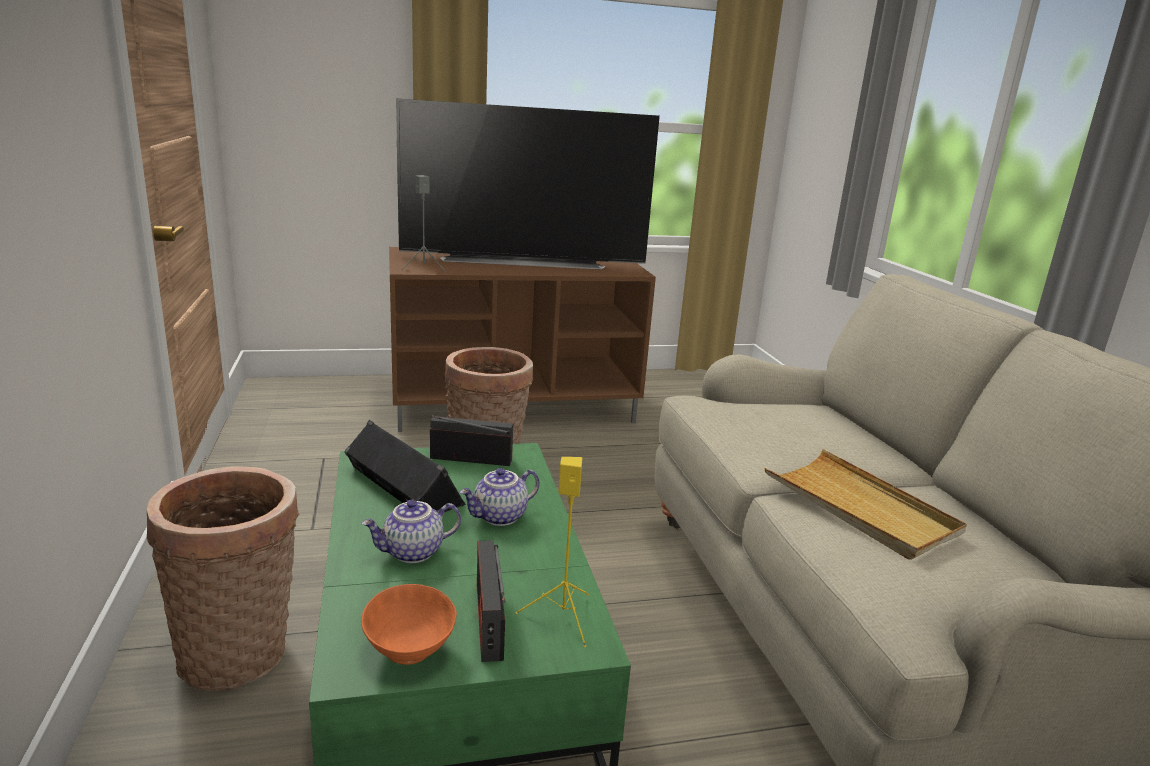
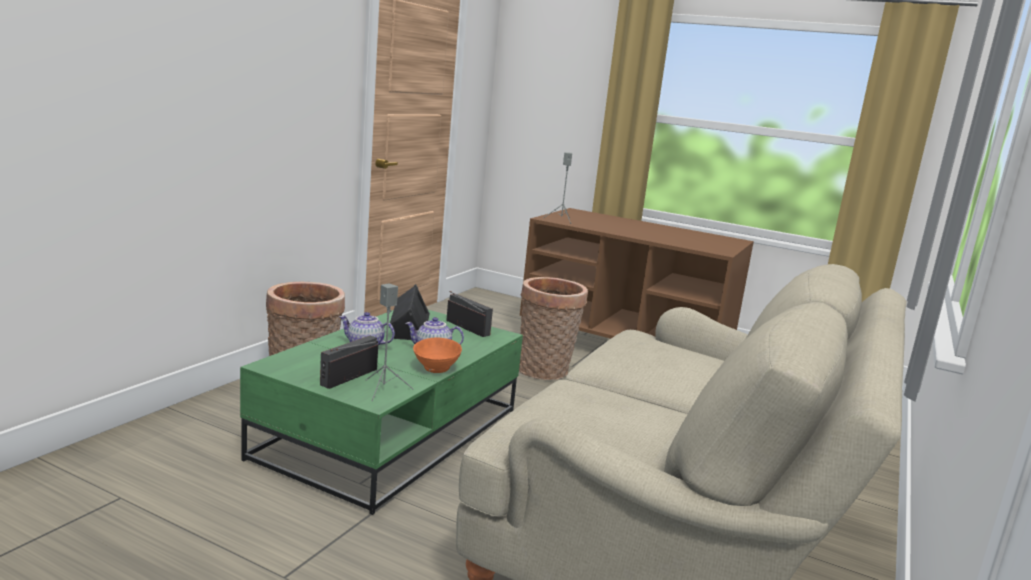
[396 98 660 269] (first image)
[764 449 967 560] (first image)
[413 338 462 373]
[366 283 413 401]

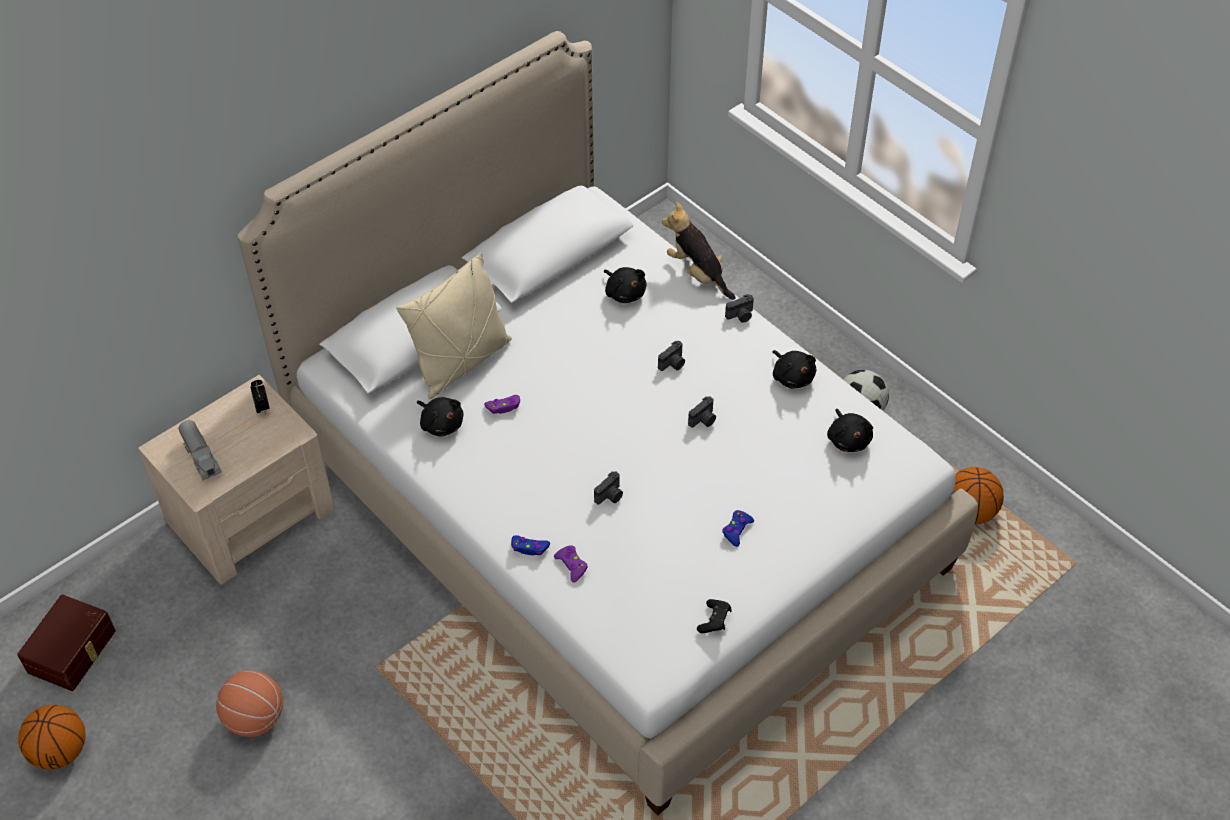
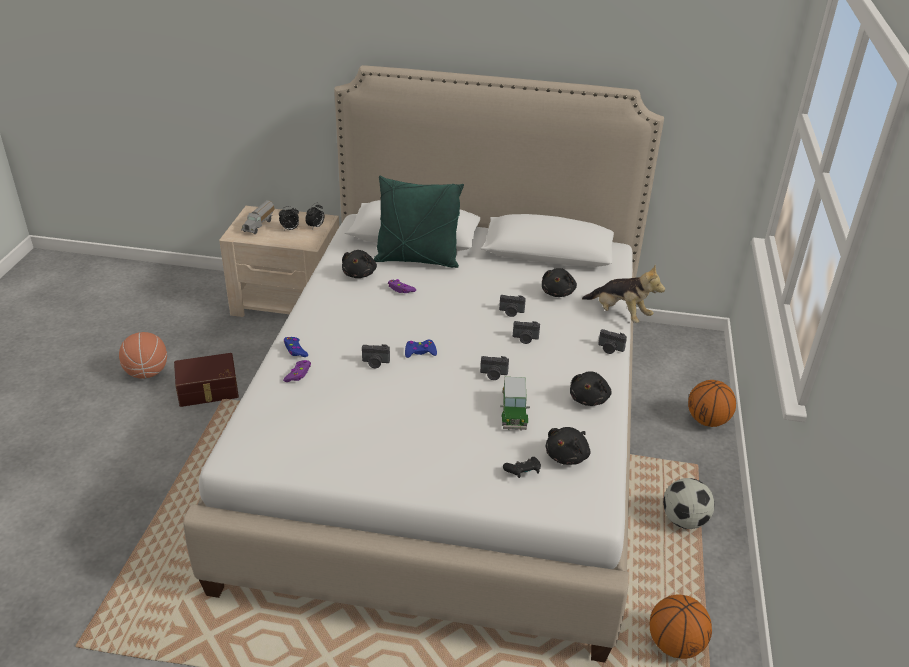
[279 206 299 230]
[499 295 526 317]
[500 377 530 431]
[174 353 239 407]
[688 380 736 427]
[503 457 541 478]
[405 340 437 358]
[374 176 464 268]
[582 264 665 323]

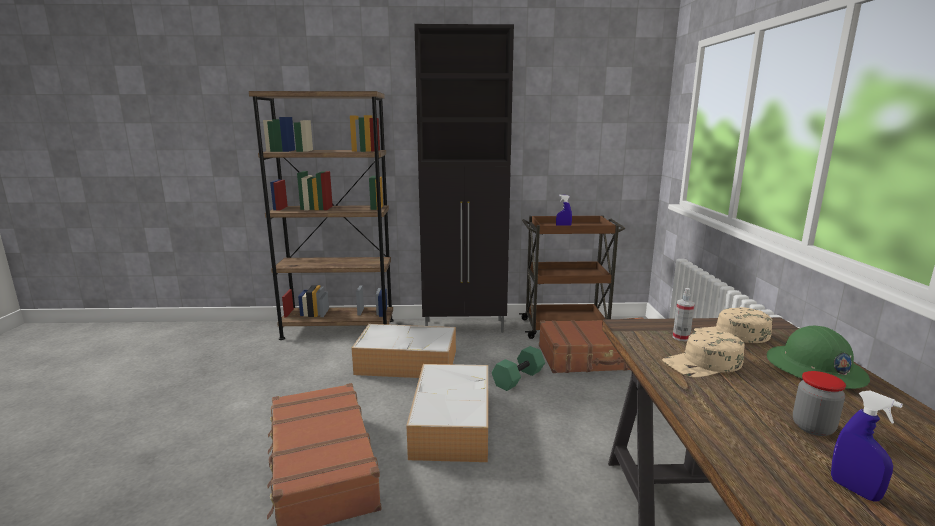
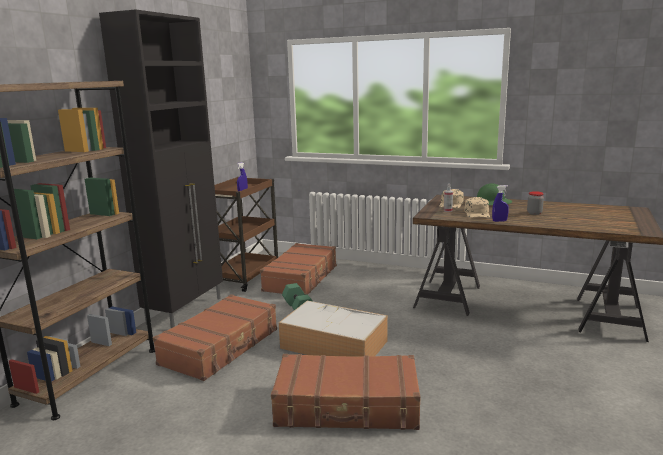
[492 185 509 222]
[153 294 277 381]

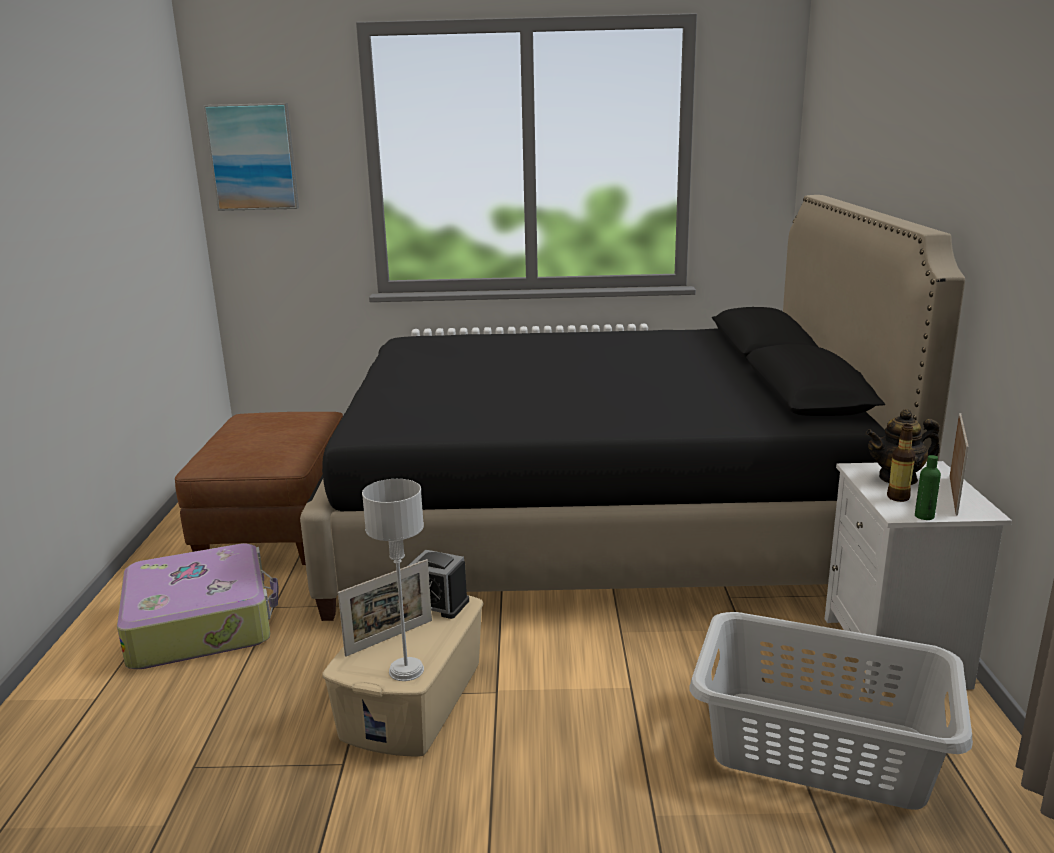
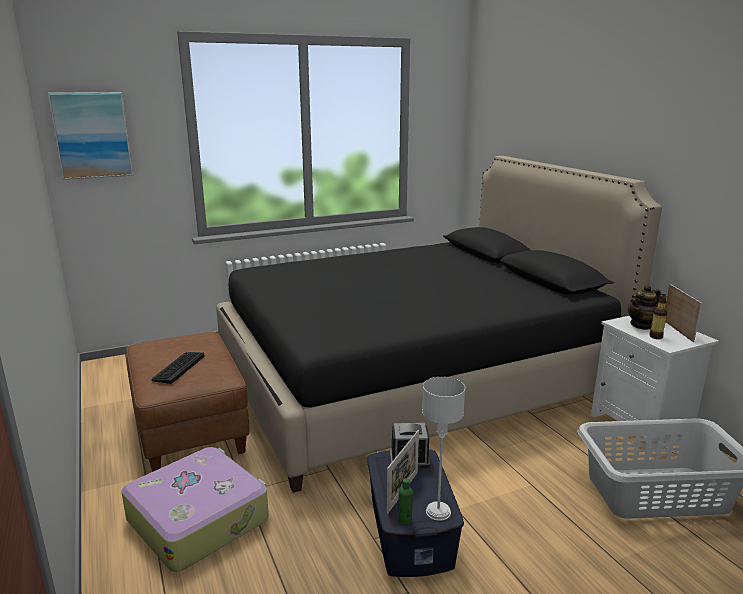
[152 352 205 384]
[398 478 413 525]
[367 449 464 577]

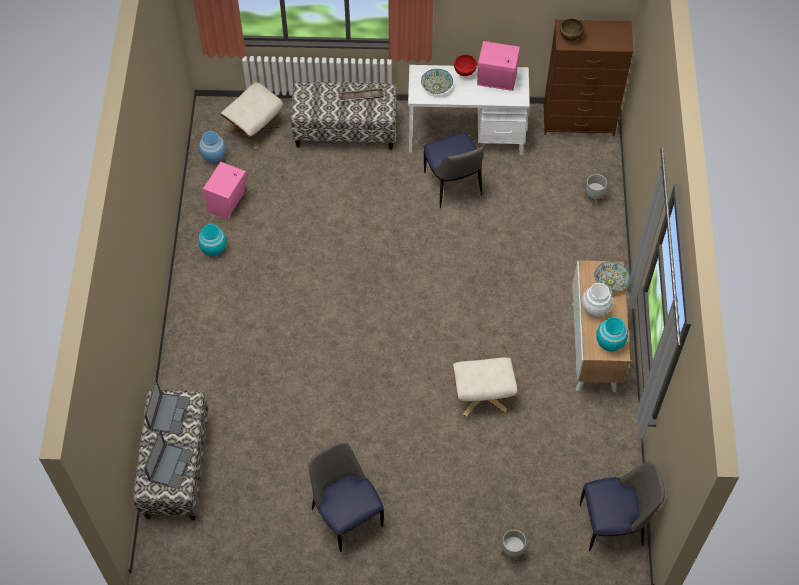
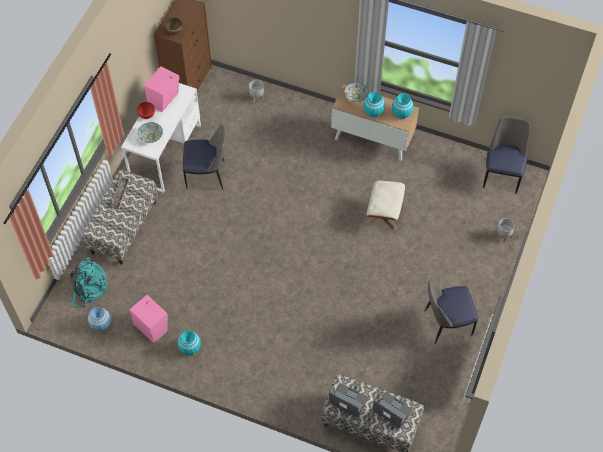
[69 257 108 307]
[363 92 385 118]

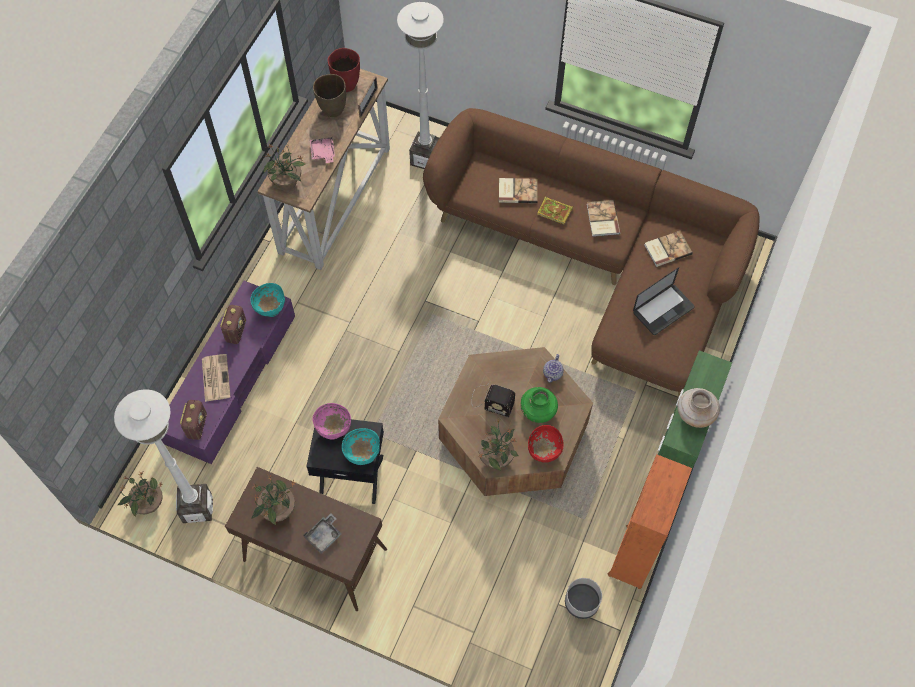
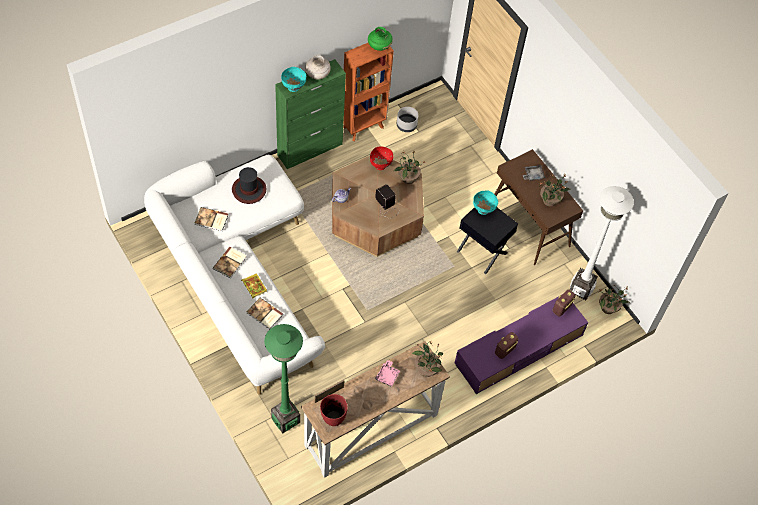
[202 354 230 402] (first image)
[312 403 351 440] (first image)
[313 74 346 117] (first image)
[281 67 306 92]
[368 27 393 51]
[232 167 266 204]
[264 324 303 433]
[144 155 325 395]

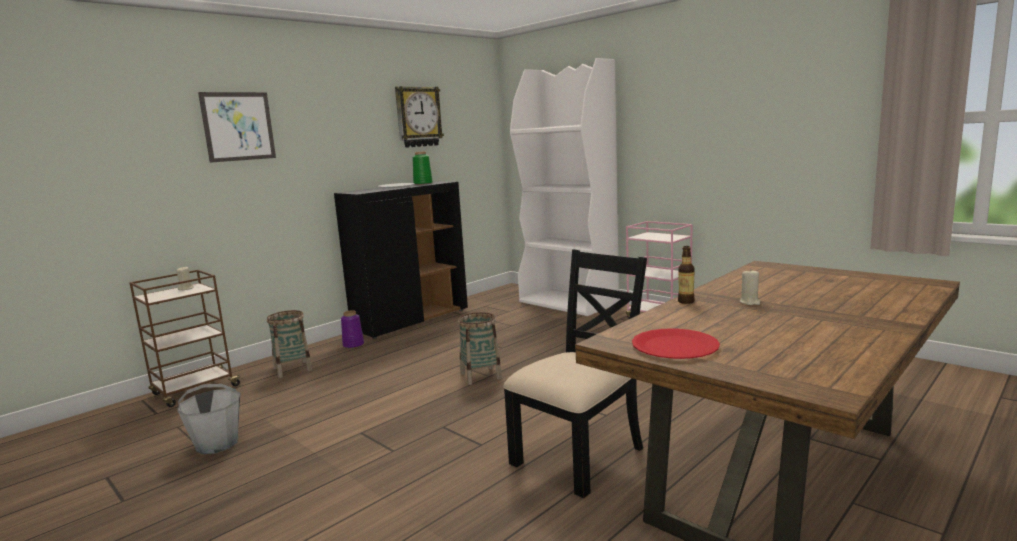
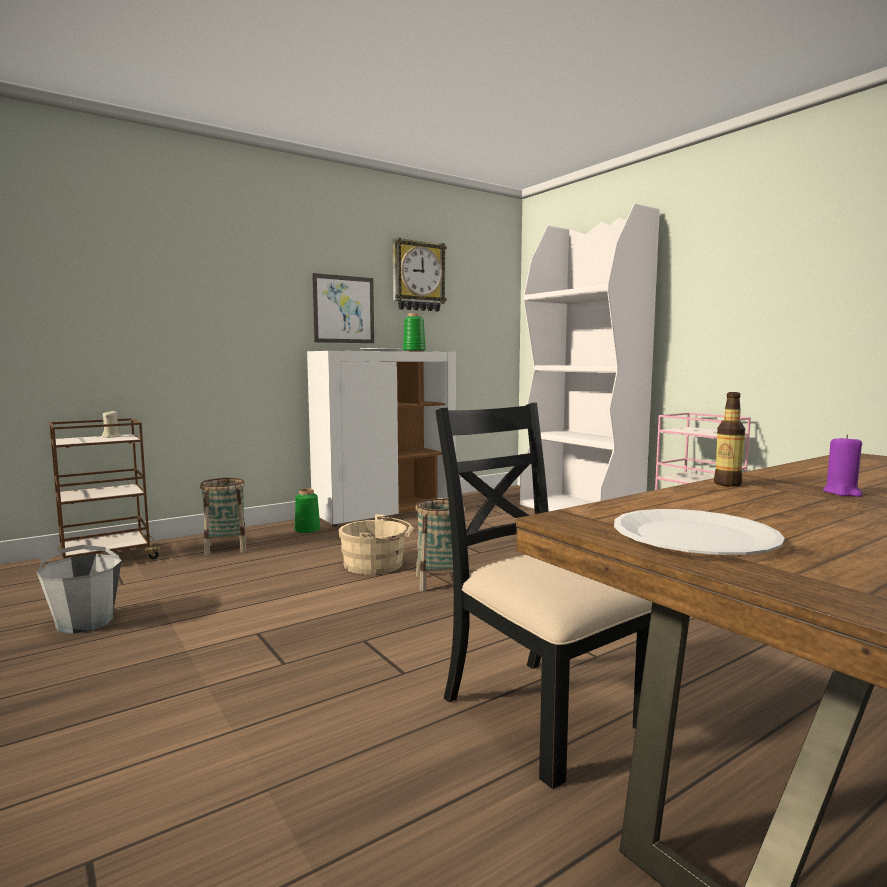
[338 514 414 575]
[312 273 374 343]
[307 351 456 527]
[295 489 320 533]
[614 509 785 555]
[823 434 862 497]
[435 403 652 789]

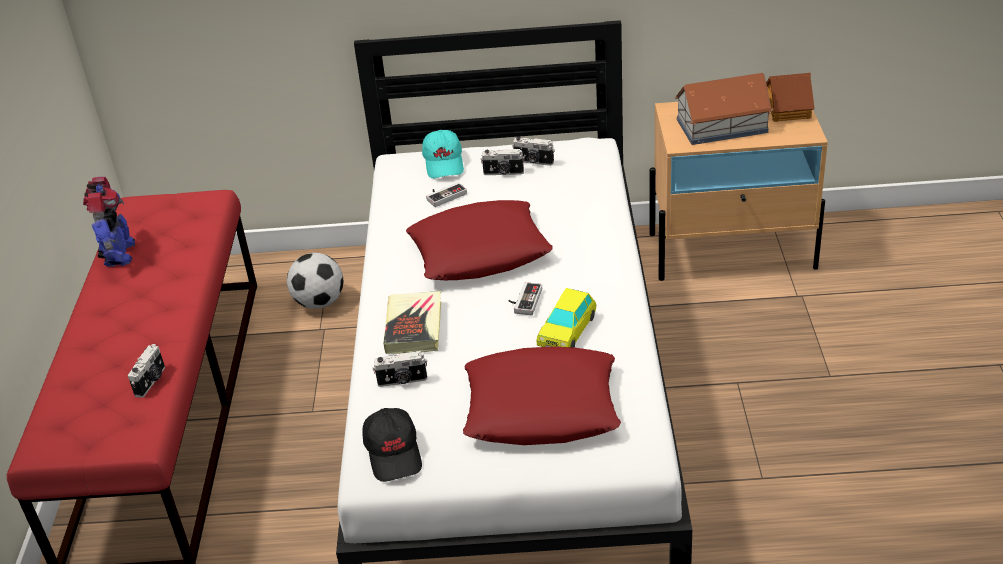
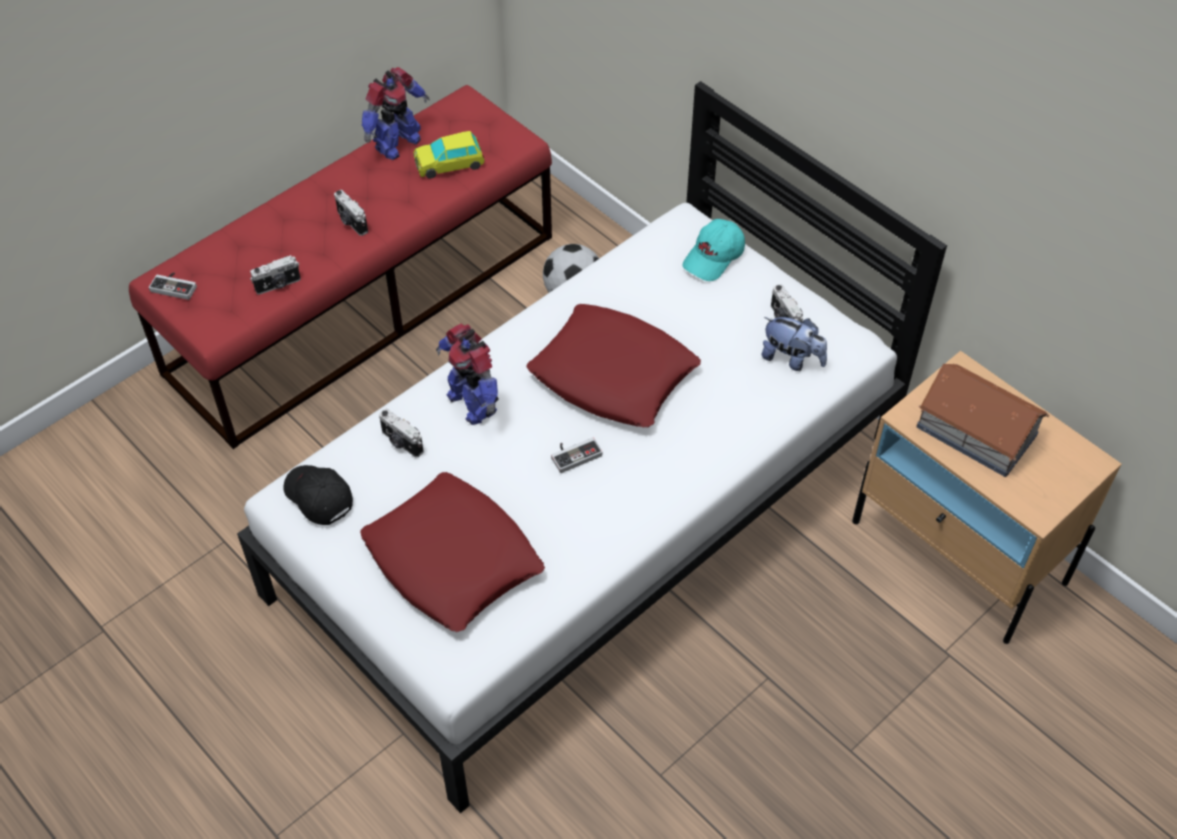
[766 73 815 122] (first image)
[761 317 827 371]
[149 272 197 300]
[334 190 368 236]
[413 131 485 179]
[436 324 499 425]
[283 465 353 525]

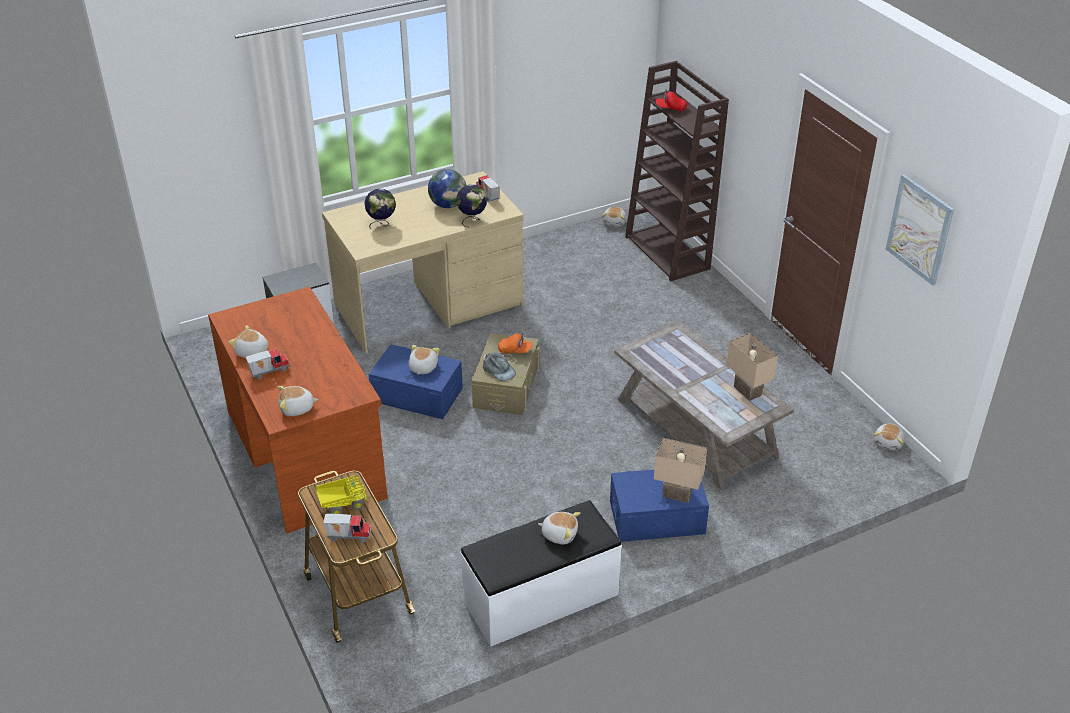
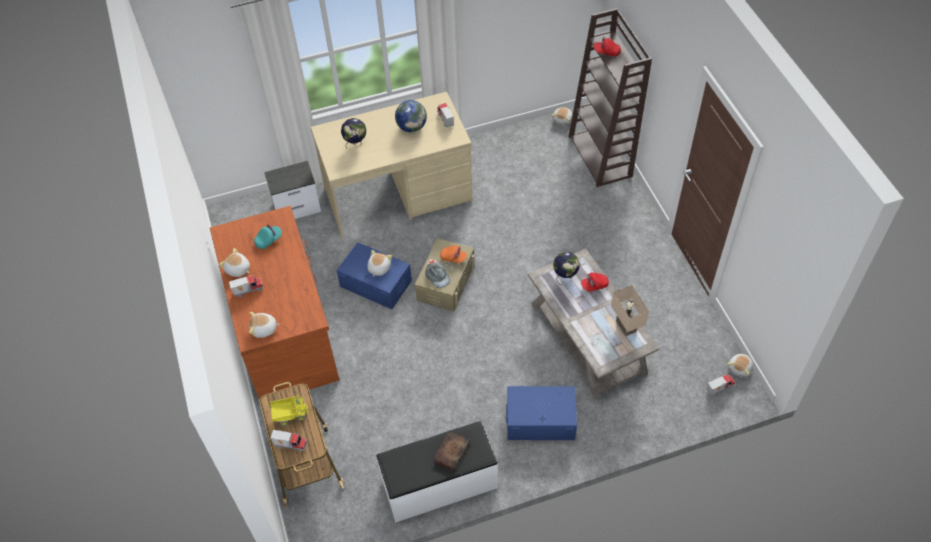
[654 438 707 503] (first image)
[886 174 954 286] (first image)
[254 224 282 249]
[581 272 609 292]
[706 374 735 396]
[553 252 580 285]
[433 431 470 471]

